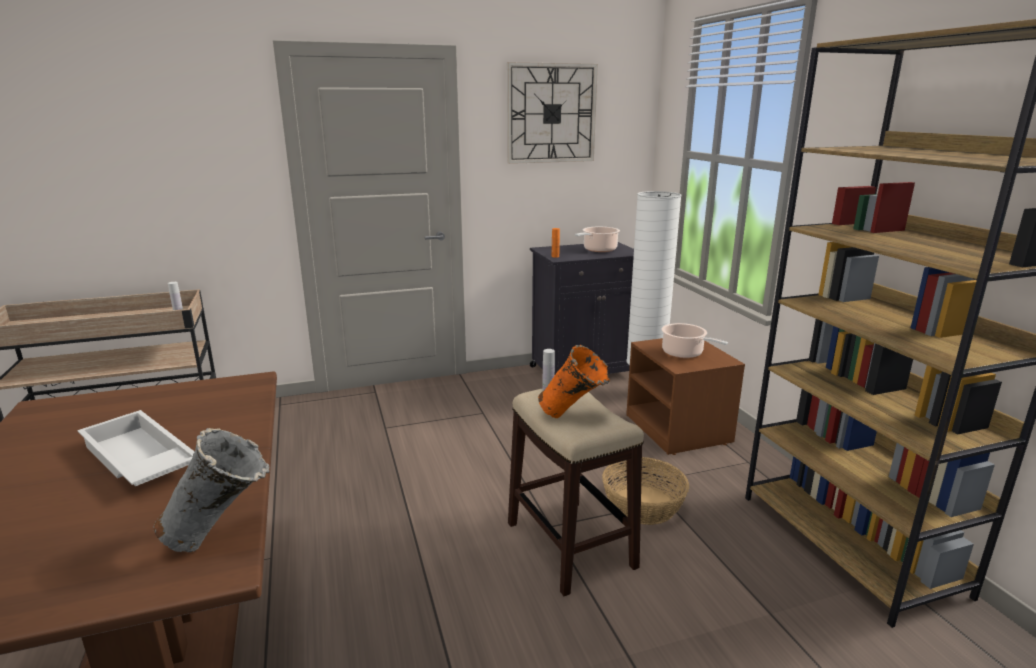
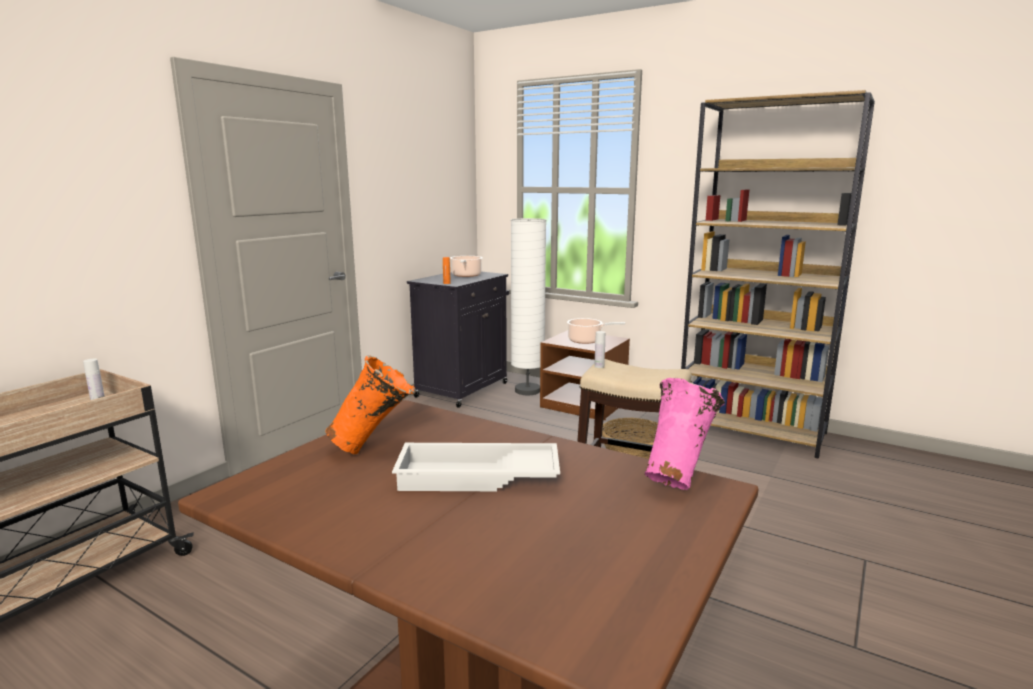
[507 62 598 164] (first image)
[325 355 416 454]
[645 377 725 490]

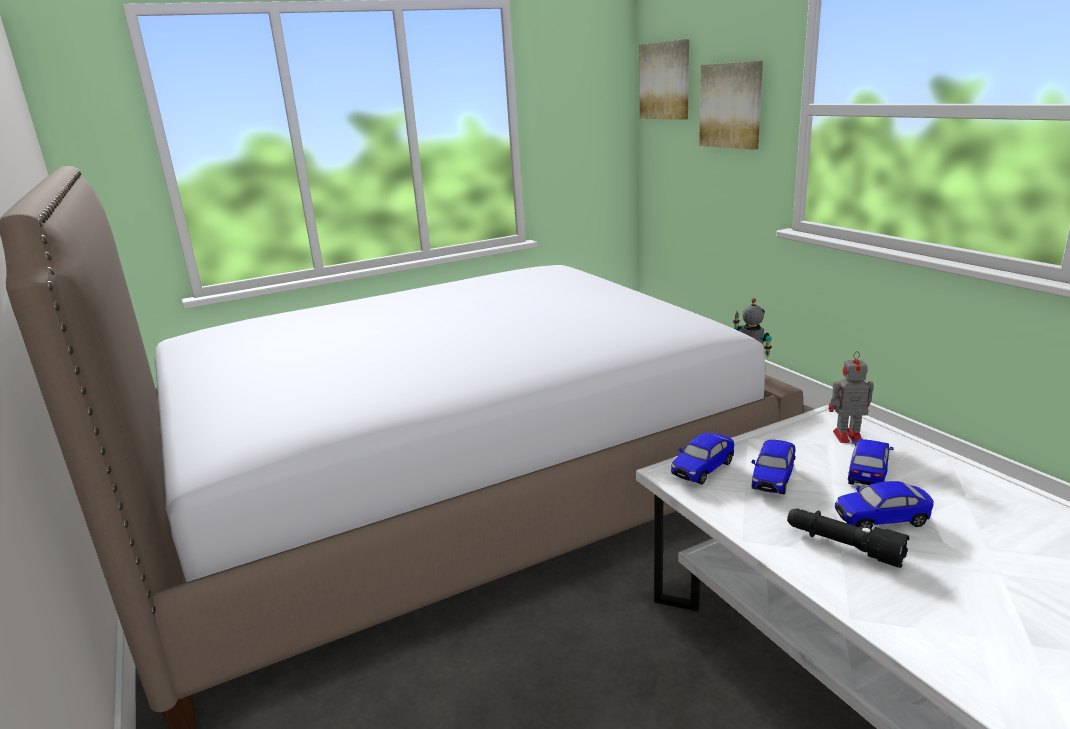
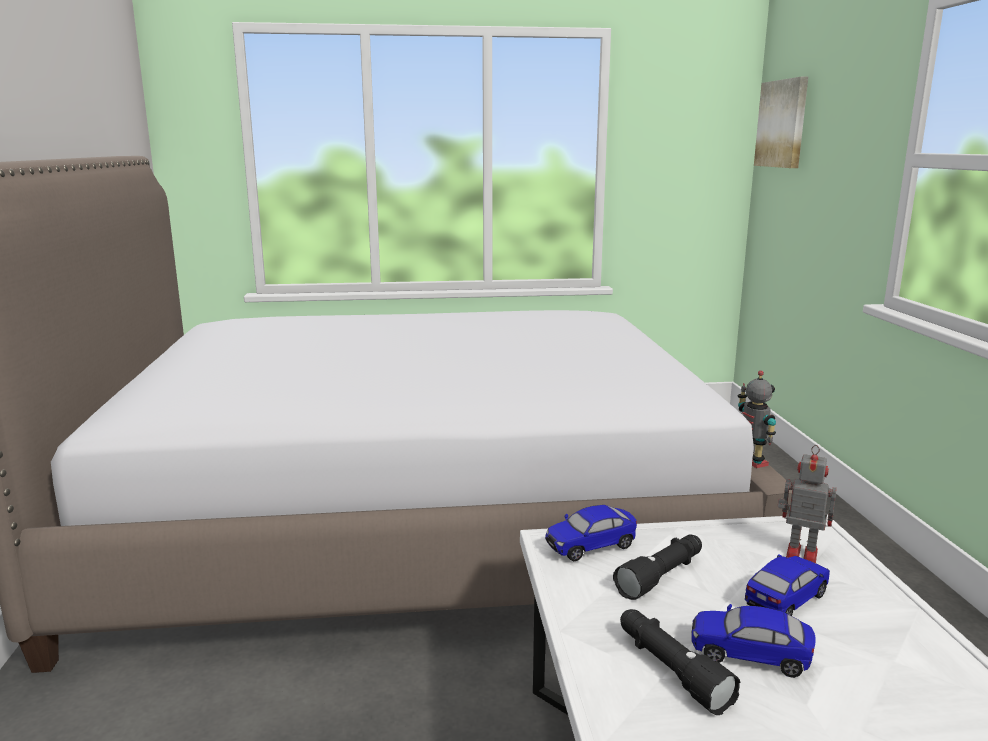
[699 61 763 150] (first image)
[613 535 702 600]

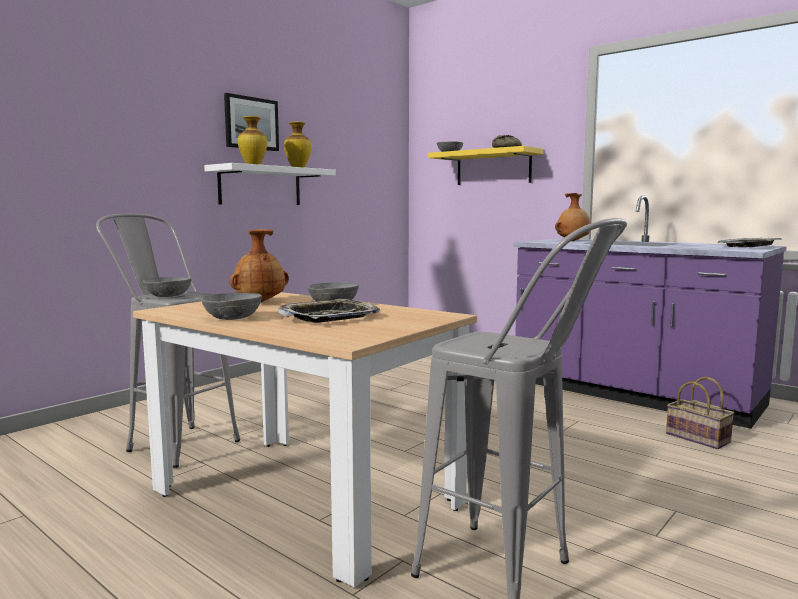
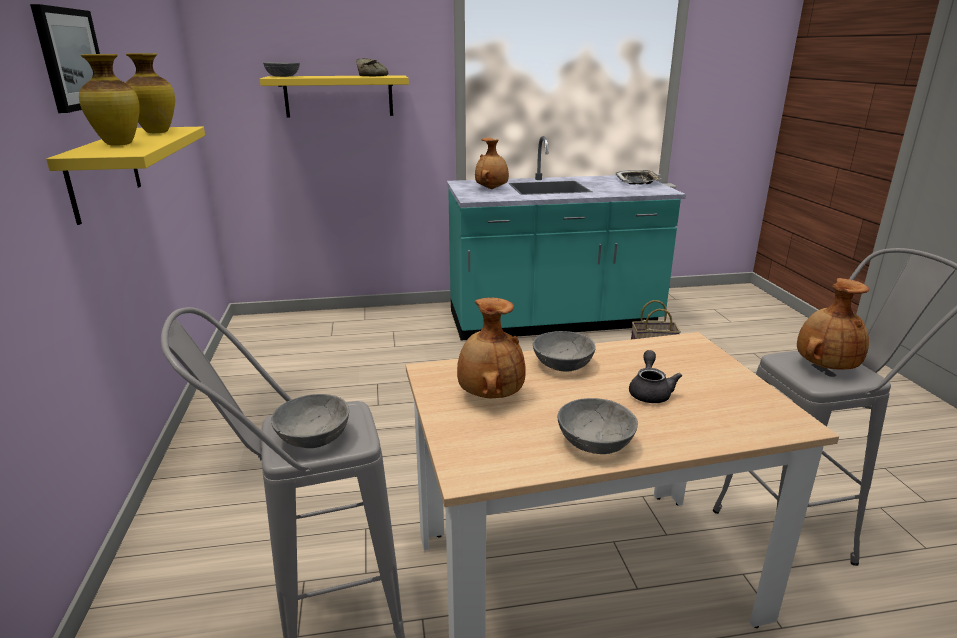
[797 278 869 370]
[629 350 682 403]
[46 127 205 225]
[447 136 686 341]

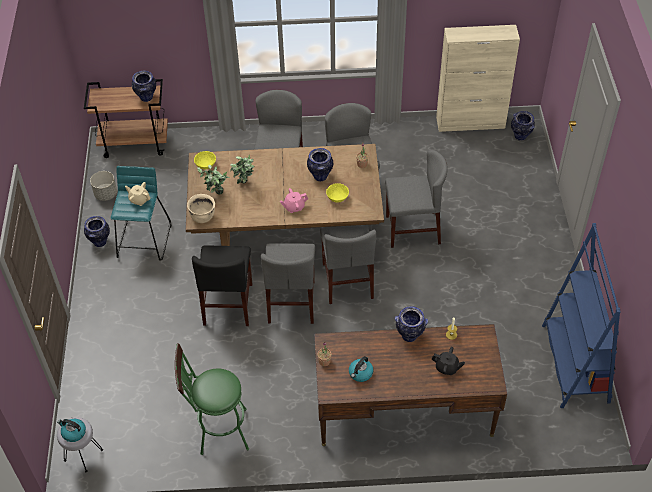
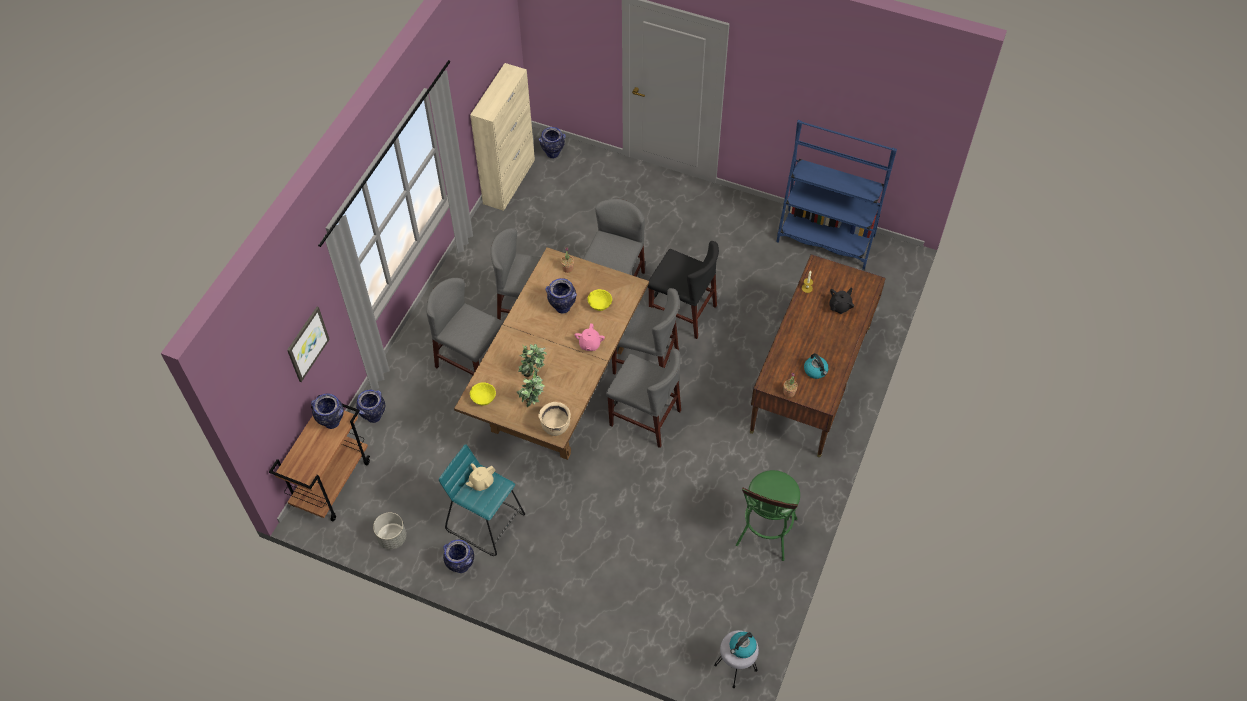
[287 307 330 382]
[647 241 719 339]
[356 390 385 423]

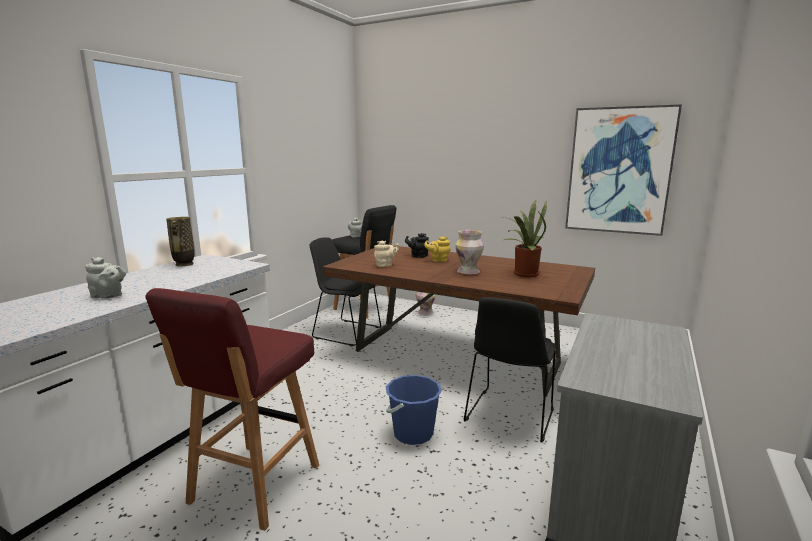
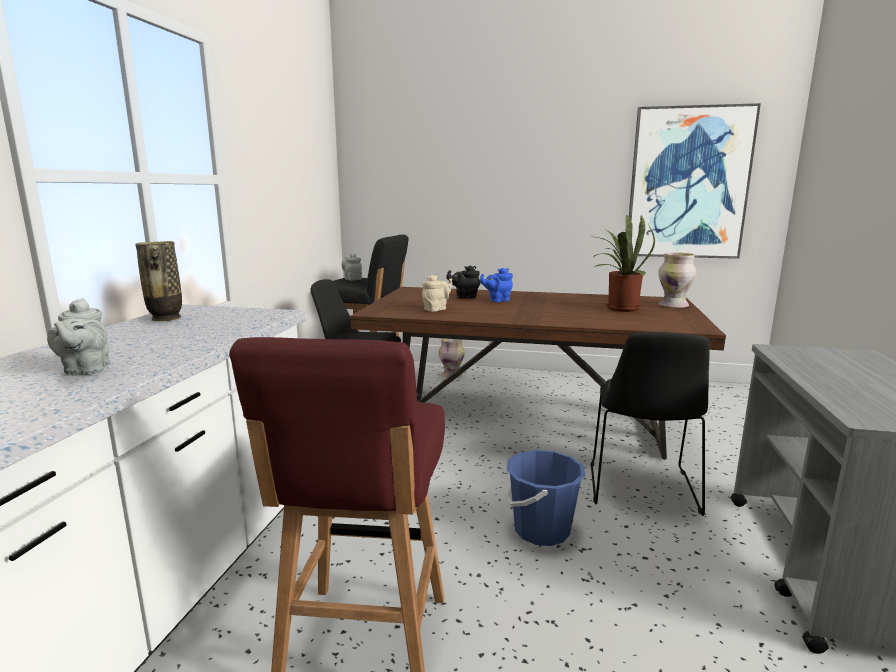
[658 252 697 308]
[480 268 513 302]
[47 298 110 375]

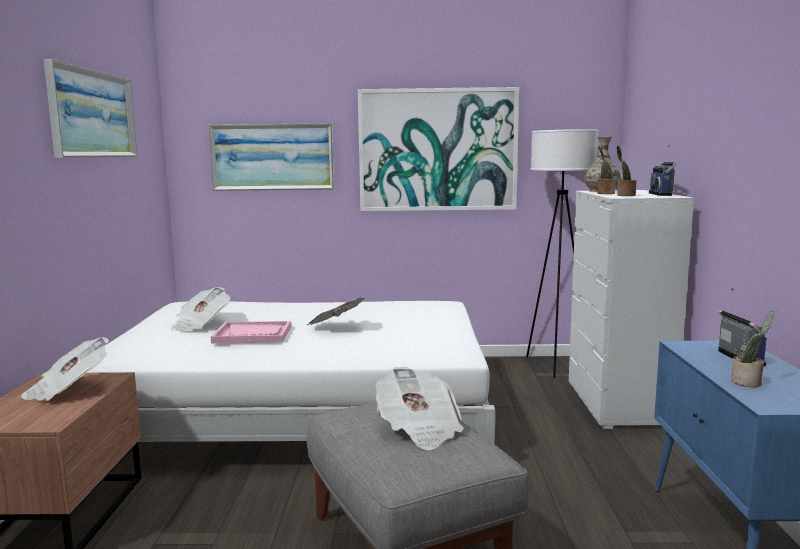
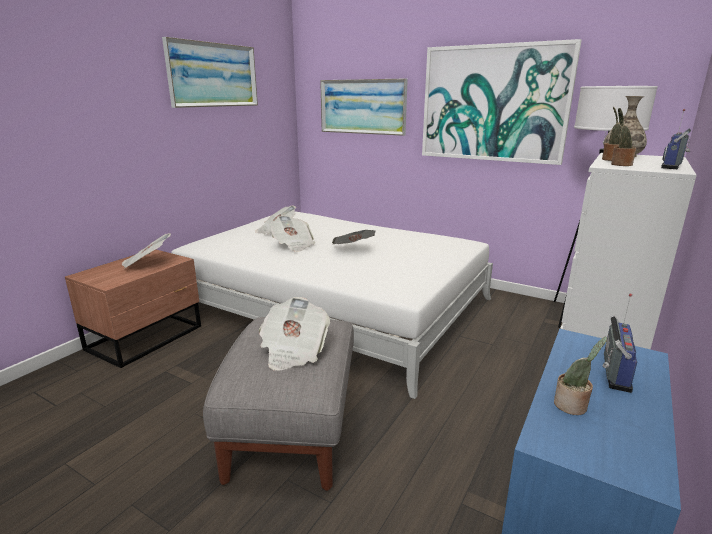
[270 215 315 252]

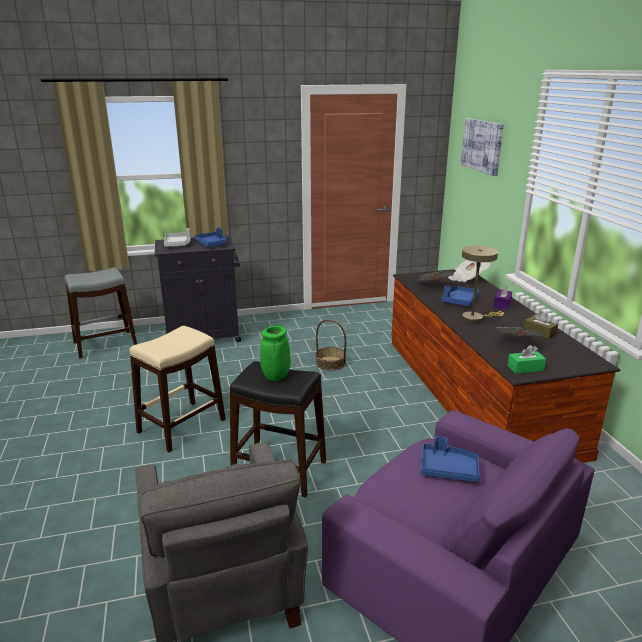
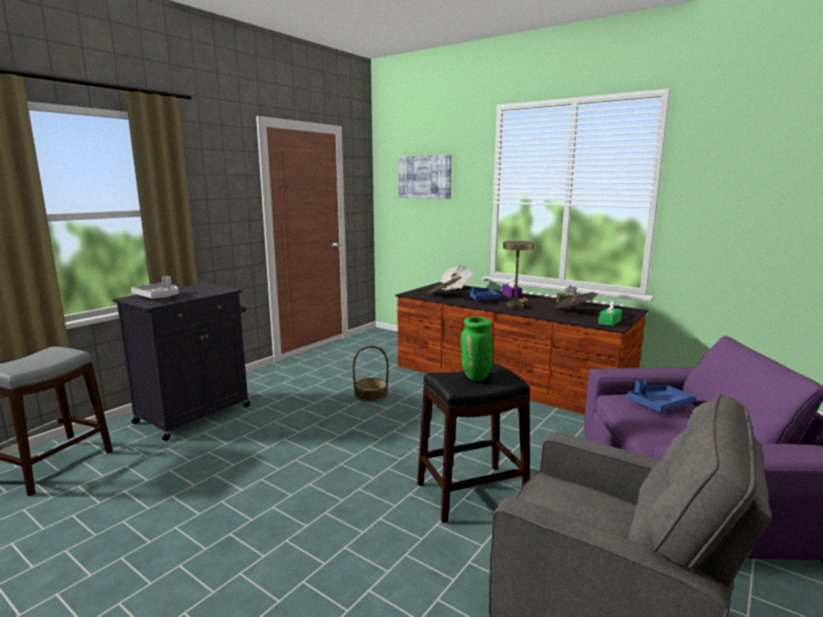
[129 326 226 452] (first image)
[195 227 226 247] (first image)

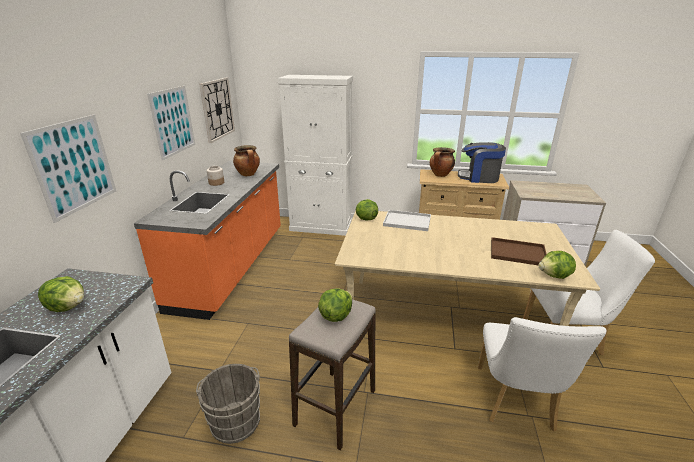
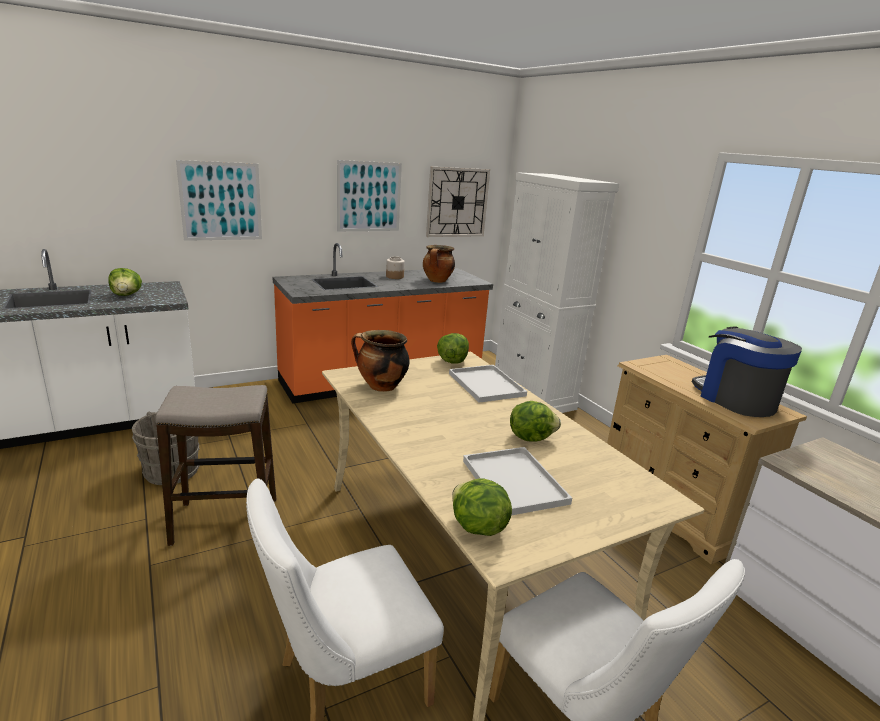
[510 401 561 442]
[351 330 409 392]
[463 447 572 515]

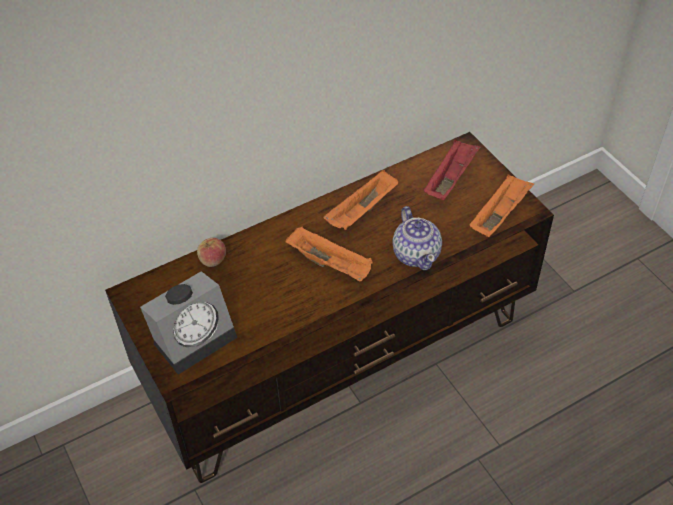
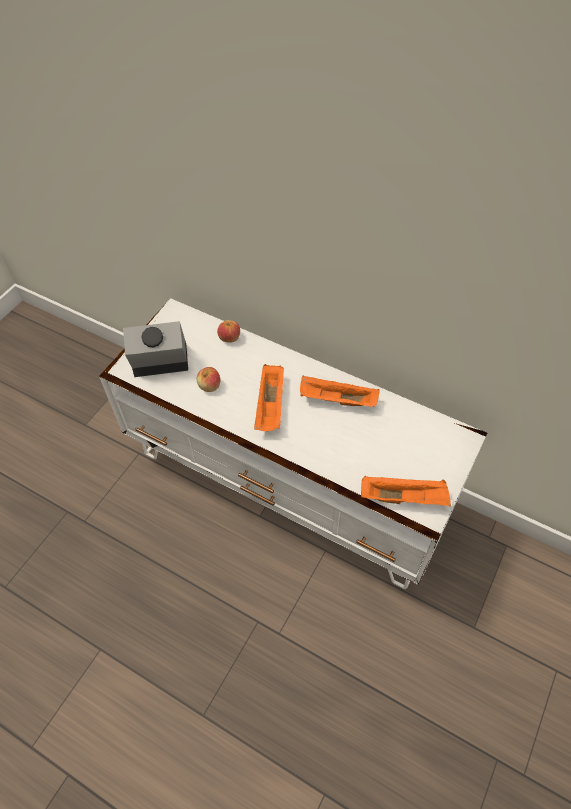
[392 206 442 270] (first image)
[424 140 481 200] (first image)
[197 367 220 392]
[99 298 487 589]
[123 321 188 377]

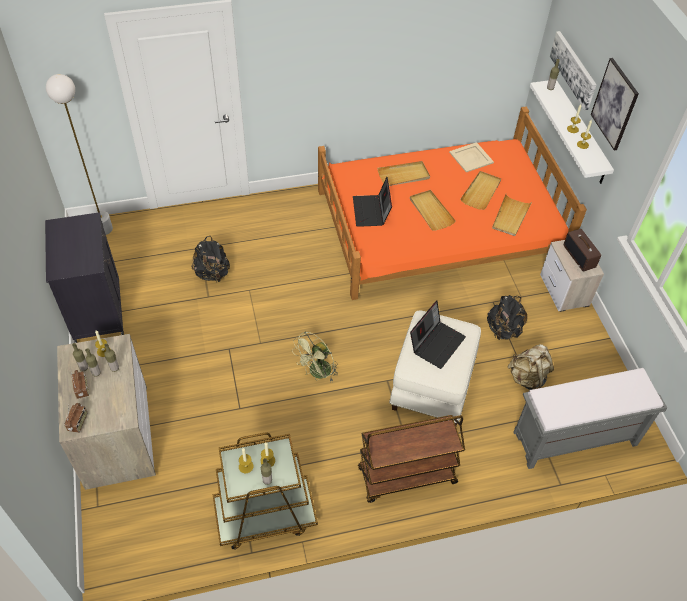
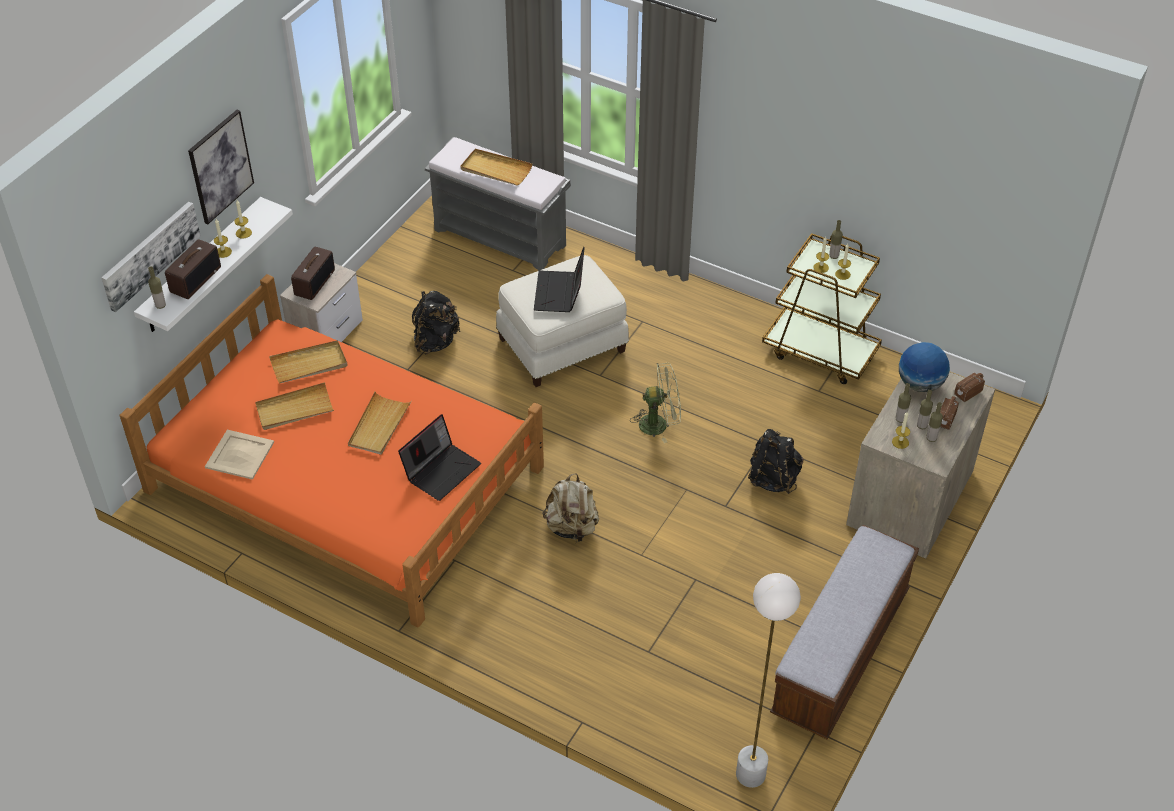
[358 415 465 503] (first image)
[165 239 221 299]
[899 342 950 392]
[748 429 803 494]
[460 149 532 186]
[542 473 599 542]
[770 525 919 740]
[534 247 585 312]

